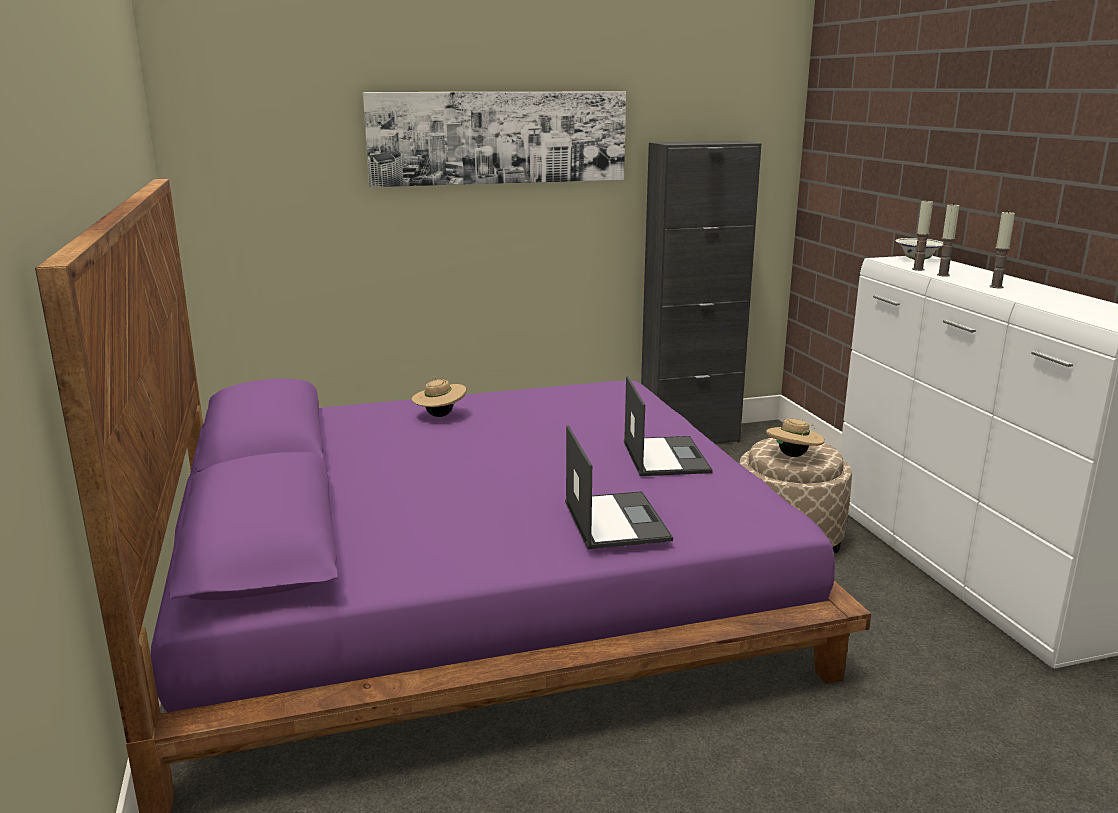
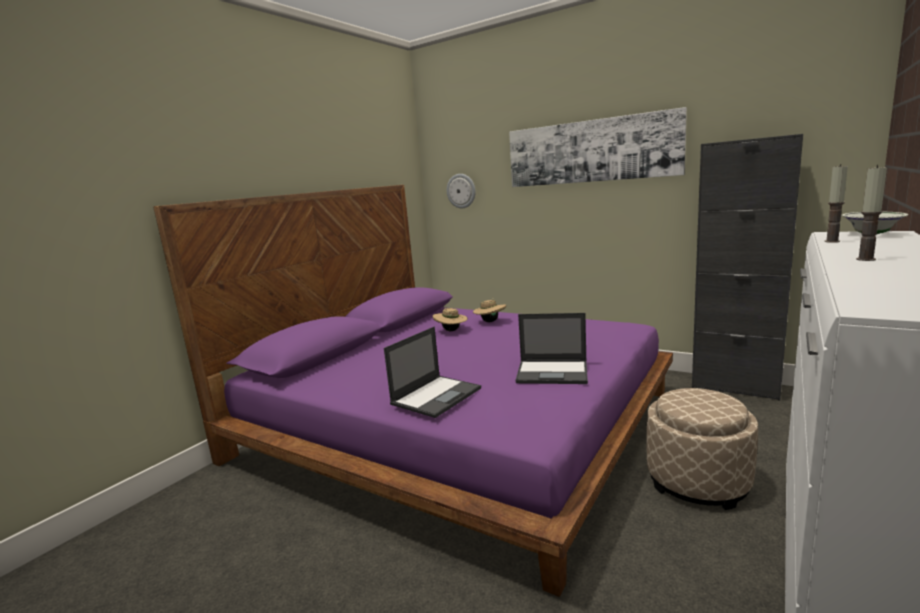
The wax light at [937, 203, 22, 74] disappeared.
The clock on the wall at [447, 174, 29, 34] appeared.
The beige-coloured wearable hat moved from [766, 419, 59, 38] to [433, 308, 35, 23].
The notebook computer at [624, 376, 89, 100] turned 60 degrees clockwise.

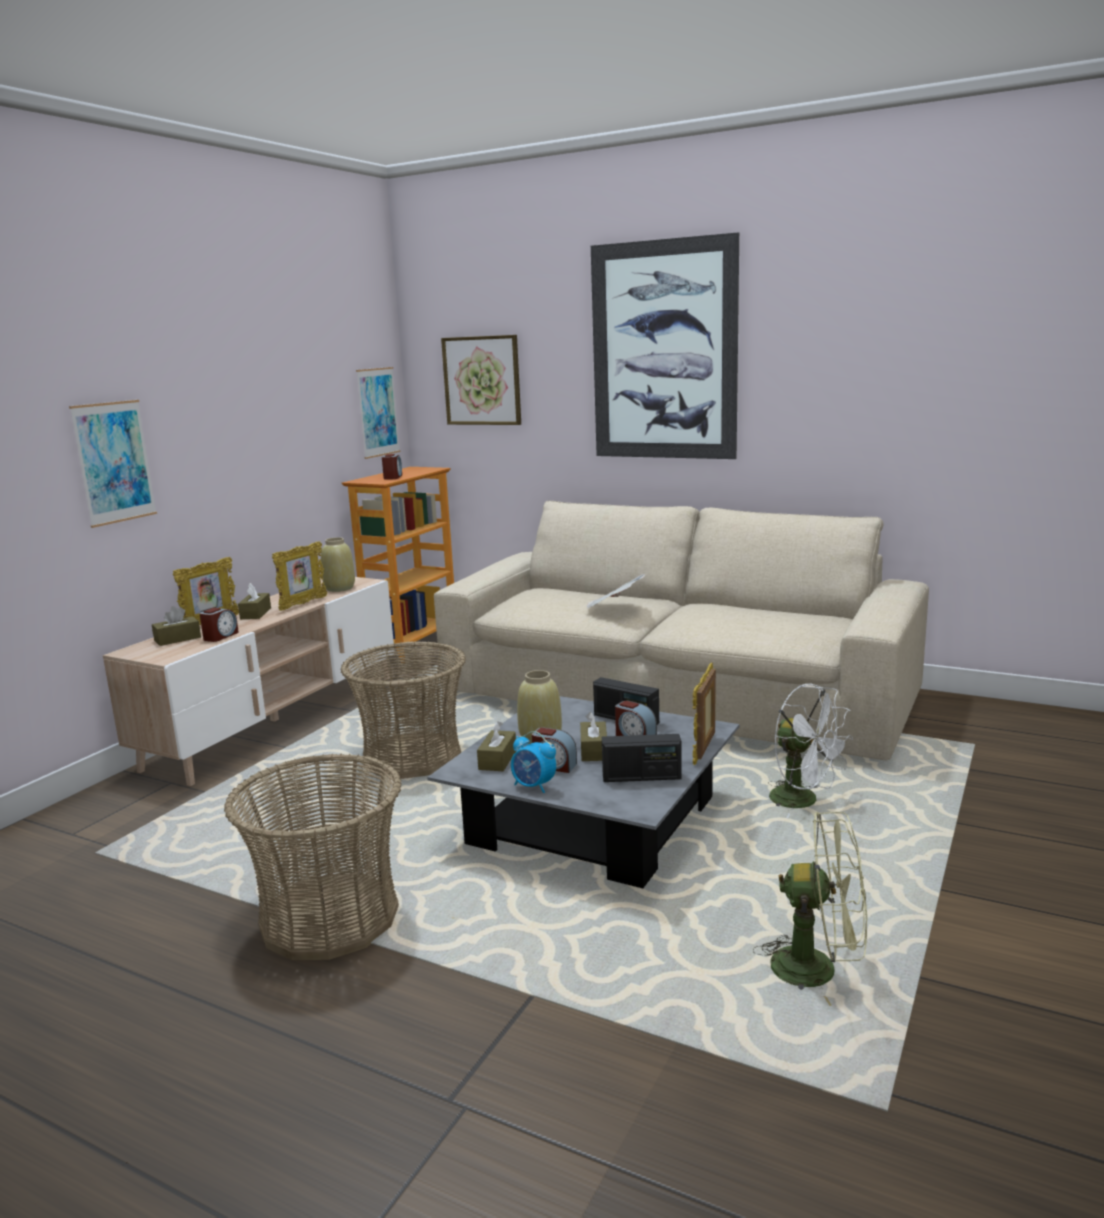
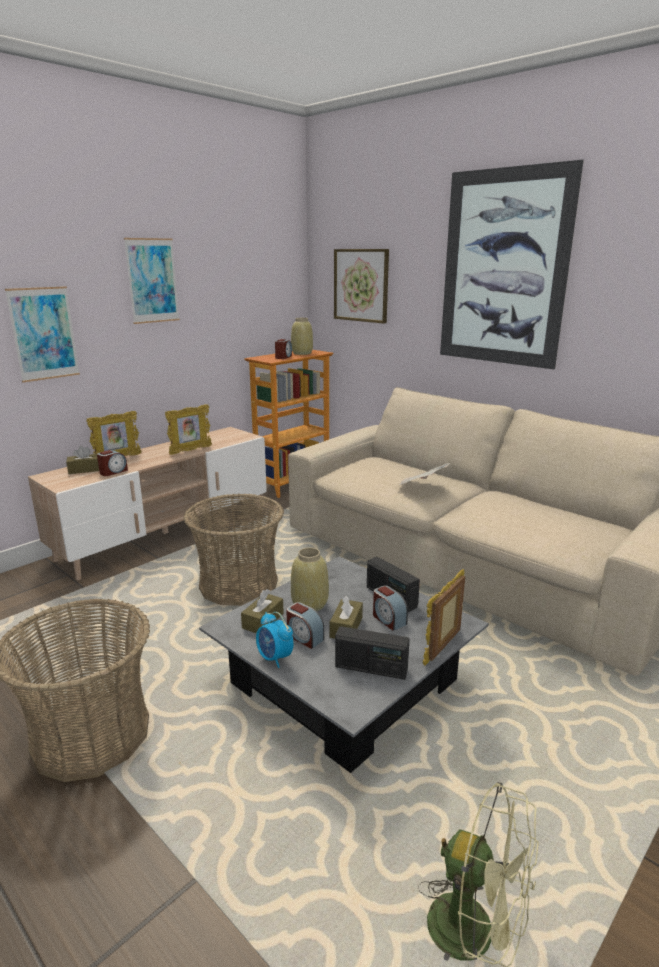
The brown-coloured box of tissues at [238, 583, 33, 36] disappeared.
The white fan at [768, 684, 85, 134] disappeared.
The beige-coloured vase moved from [321, 537, 34, 55] to [291, 318, 22, 37].
The wall art moved from [356, 367, 44, 92] to [124, 238, 56, 86].

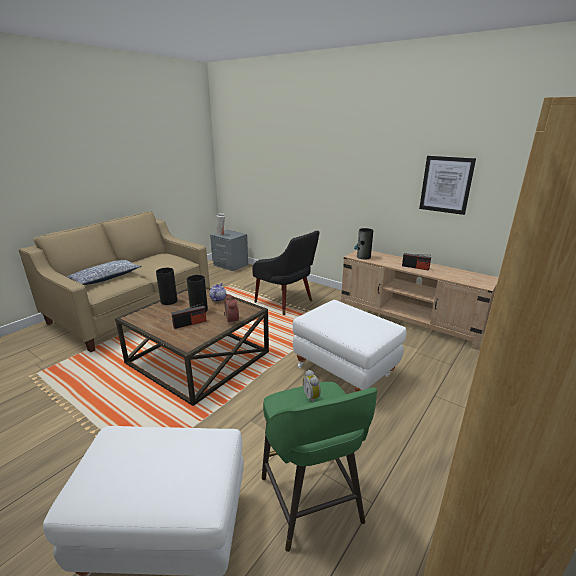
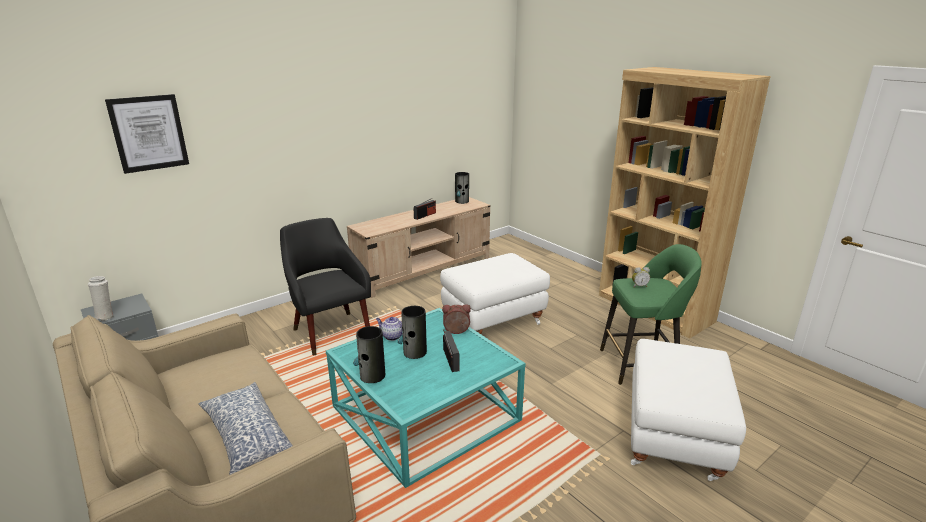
The vase moved from [354, 228, 19, 31] to [455, 172, 14, 32].
The wall art moved from [419, 156, 57, 59] to [105, 94, 84, 80].
The brown-coloured low table at [115, 287, 154, 119] became the turquoise low table at [326, 308, 200, 180].
The blackish armchair at [253, 231, 66, 84] turned 90 degrees counterclockwise.

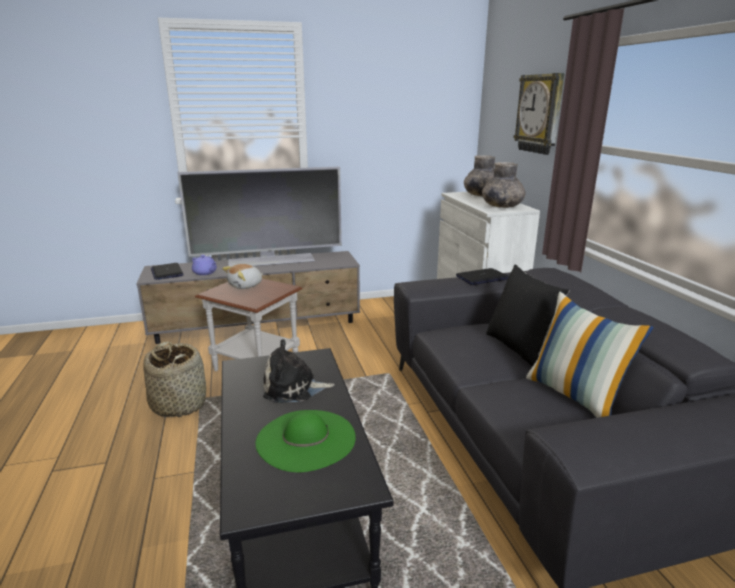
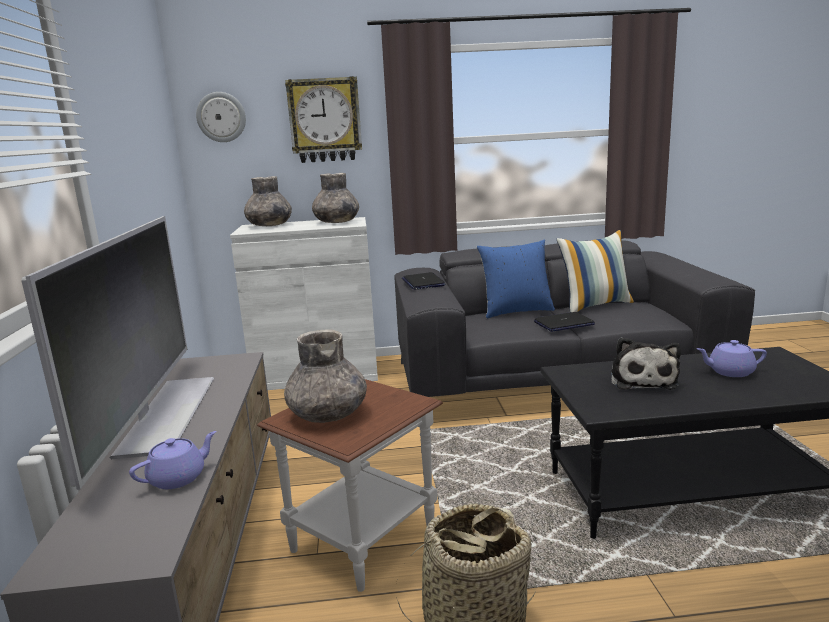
The clock on the wall at [196, 92, 50, 50] appeared.
The notebook computer moved from [151, 263, 33, 17] to [534, 312, 61, 20].
The plush toy at [222, 264, 41, 25] was replaced by the gray vase at [284, 329, 83, 94].
The green-coloured wearable hat at [255, 410, 101, 62] was replaced by the purple teapot at [696, 340, 71, 37].
The blackish pillow at [486, 265, 84, 102] became the blue-coloured pillow at [477, 240, 78, 79].

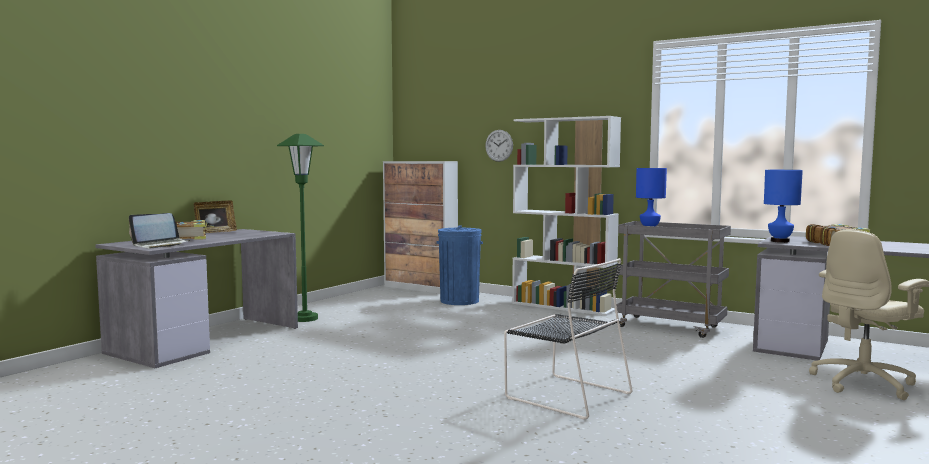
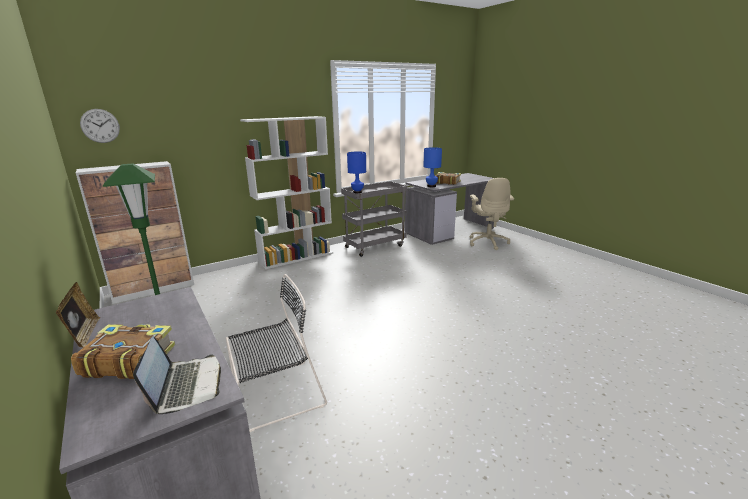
The blue-coloured rubbish bin at [436, 225, 47, 80] disappeared.
The clock on the wall moved from [485, 130, 28, 32] to [80, 109, 40, 34].
The blackish upright chair moved from [504, 258, 129, 162] to [226, 274, 101, 158].

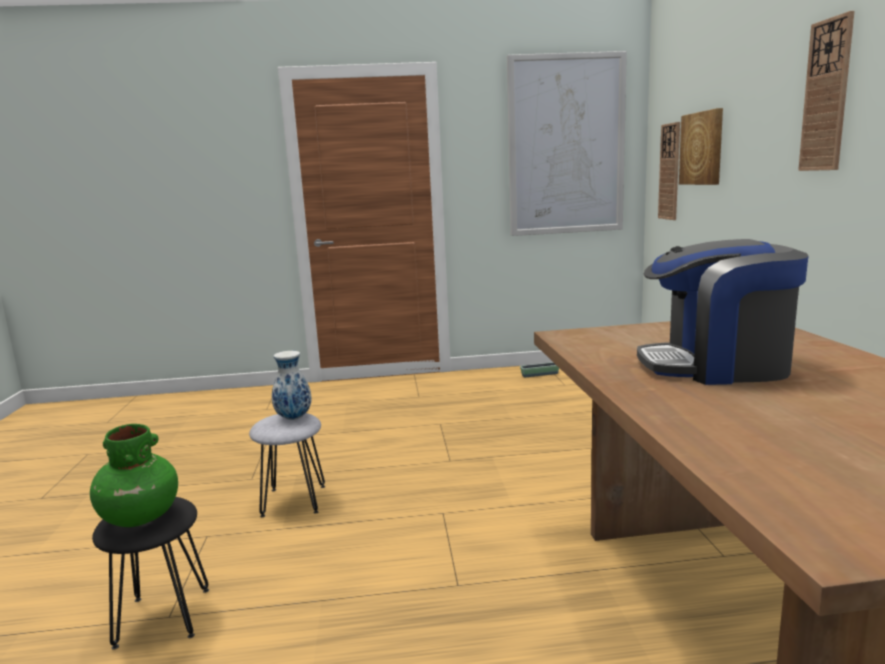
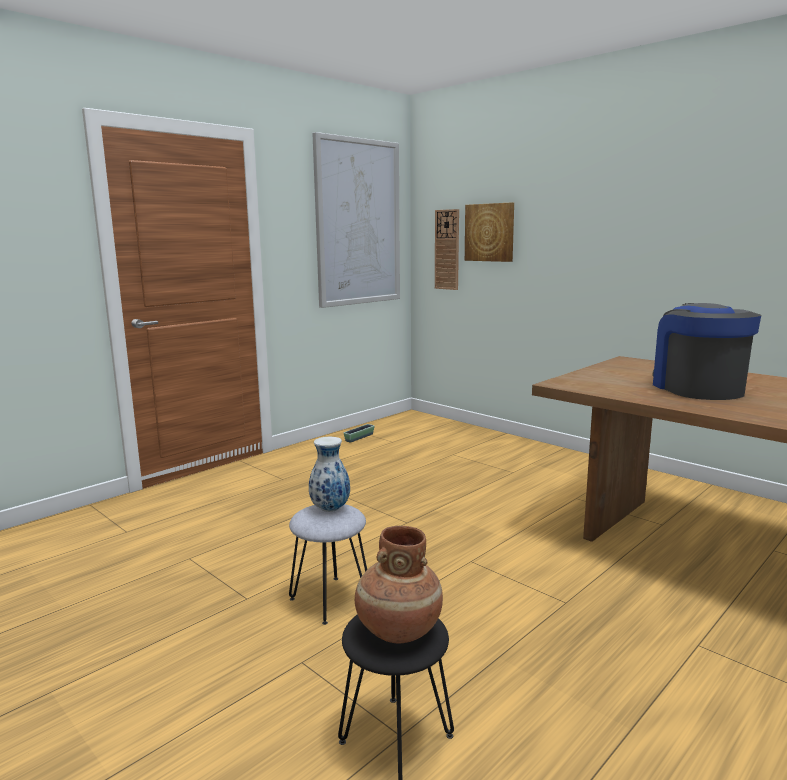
The clock on the wall at [798, 11, 57, 160] disappeared.
The green-coloured vase at [90, 424, 88, 103] became the brown-coloured vase at [355, 526, 88, 117].
The coffee maker at [637, 239, 171, 146] turned 120 degrees clockwise.

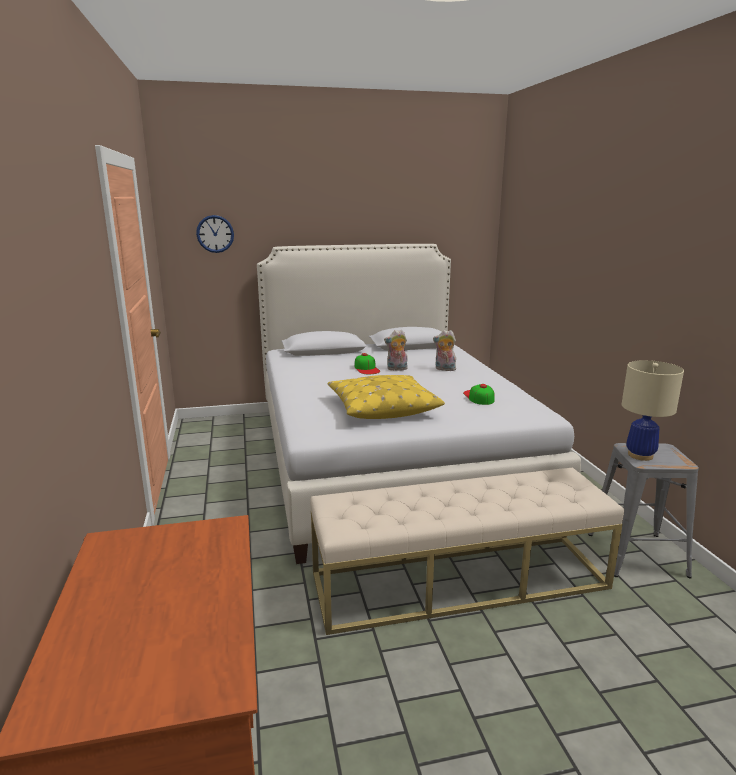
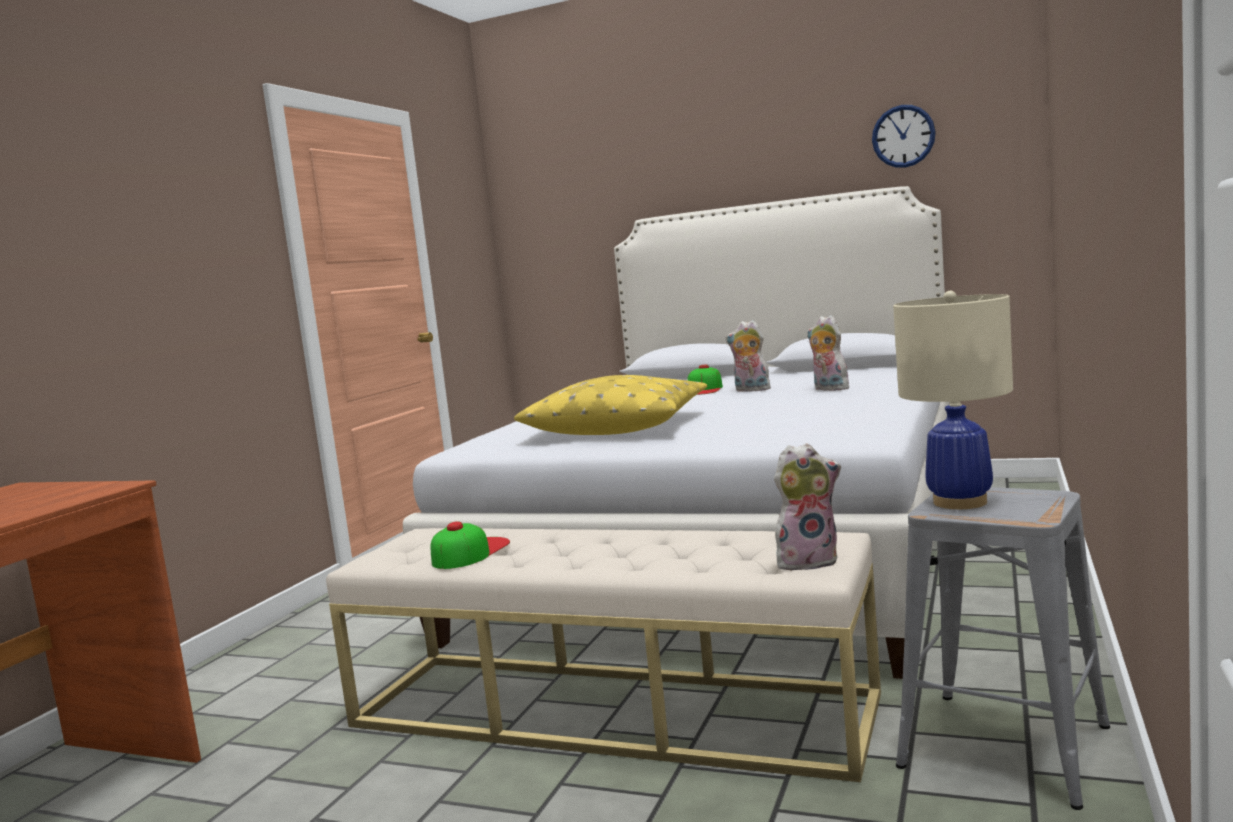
The plush toy at [774, 443, 67, 128] appeared.
The clock on the wall moved from [196, 215, 38, 38] to [872, 105, 64, 63].
The peaked cap moved from [463, 384, 32, 21] to [431, 521, 79, 48].

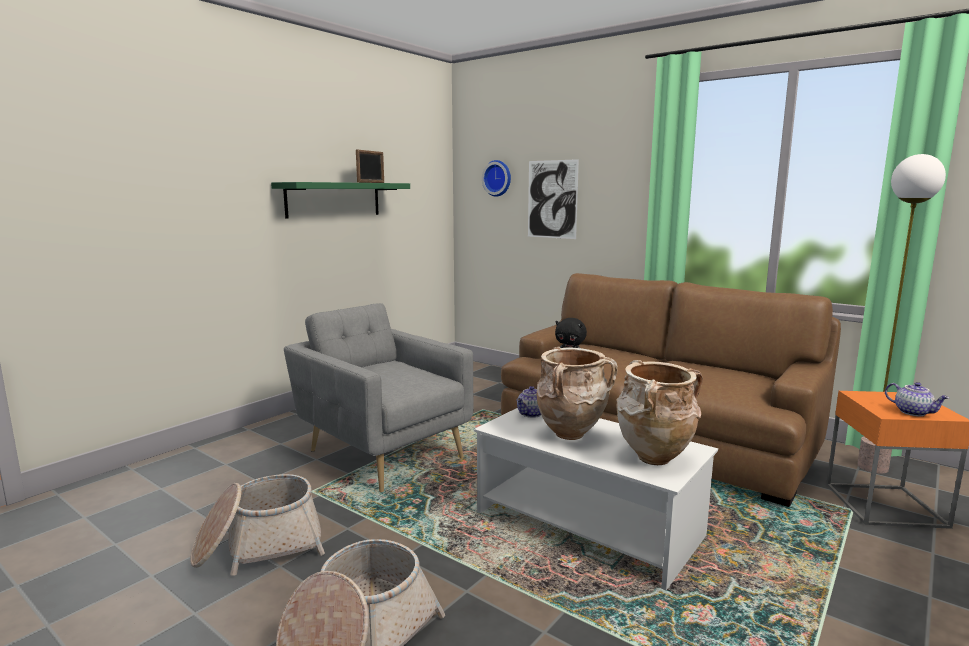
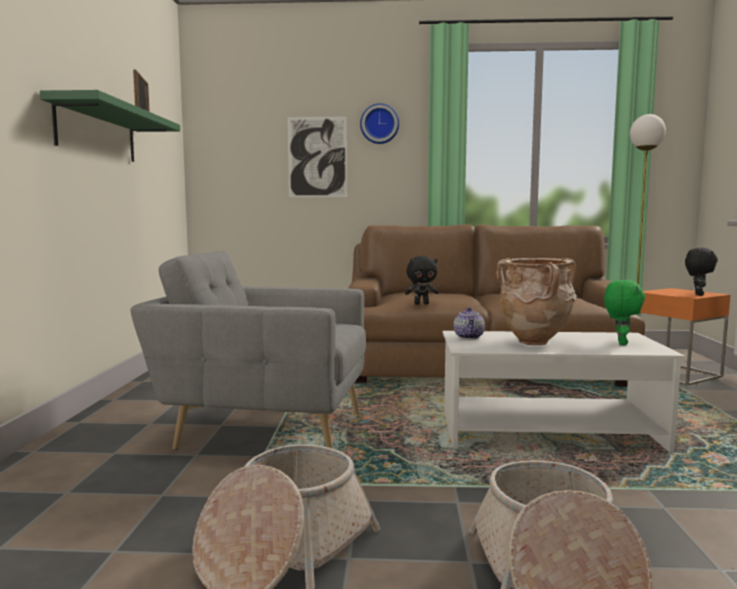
The clock on the wall moved from [482, 160, 29, 37] to [360, 104, 39, 40].
The beige-coloured vase at [616, 360, 87, 105] was replaced by the green-coloured plush toy at [604, 280, 42, 65].
The teapot at [885, 382, 64, 35] was replaced by the blackish plush toy at [685, 248, 33, 48].

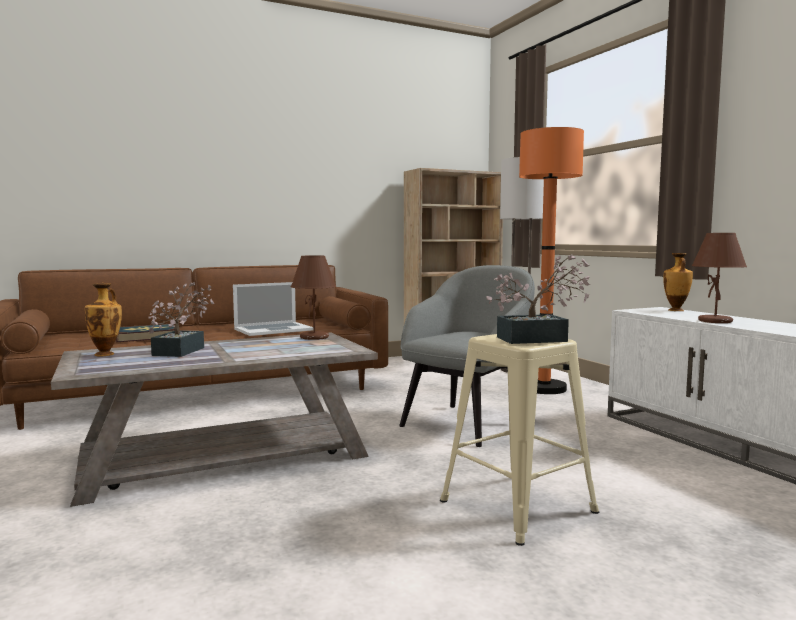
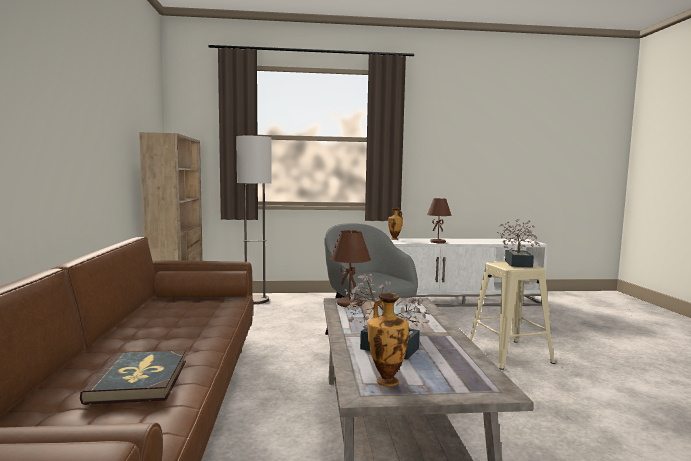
The notebook computer at [233, 282, 80, 54] disappeared.
The orangey floor lamp at [519, 127, 65, 267] disappeared.

